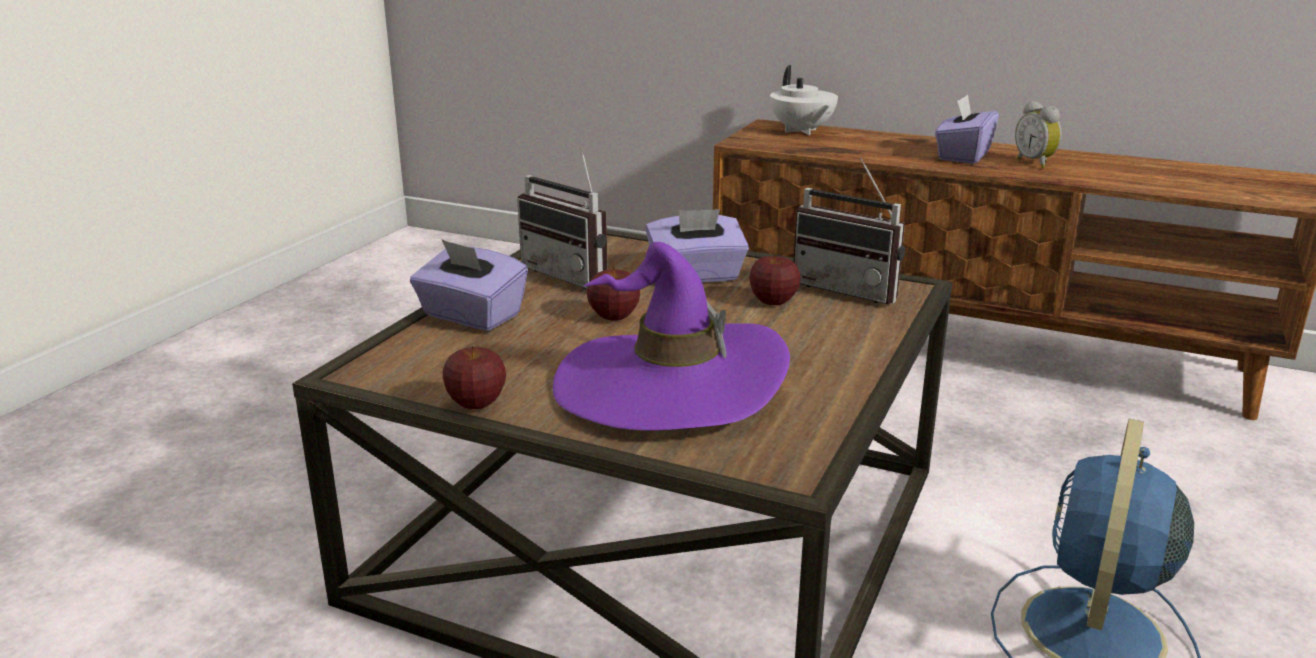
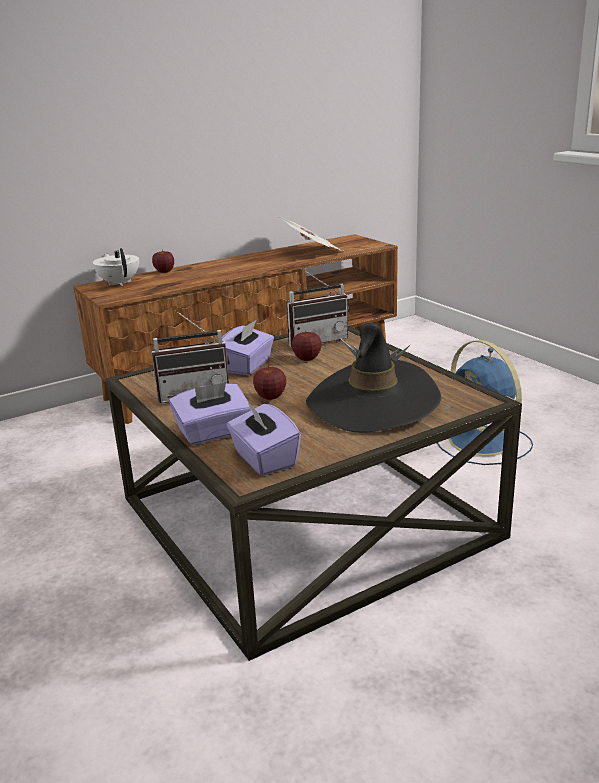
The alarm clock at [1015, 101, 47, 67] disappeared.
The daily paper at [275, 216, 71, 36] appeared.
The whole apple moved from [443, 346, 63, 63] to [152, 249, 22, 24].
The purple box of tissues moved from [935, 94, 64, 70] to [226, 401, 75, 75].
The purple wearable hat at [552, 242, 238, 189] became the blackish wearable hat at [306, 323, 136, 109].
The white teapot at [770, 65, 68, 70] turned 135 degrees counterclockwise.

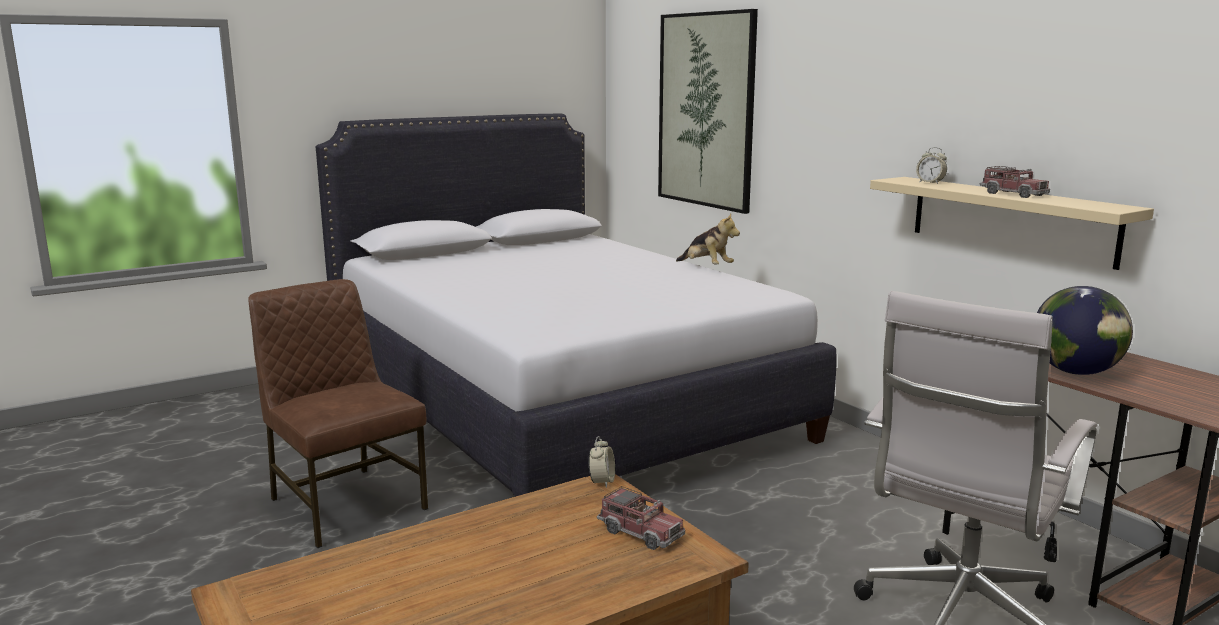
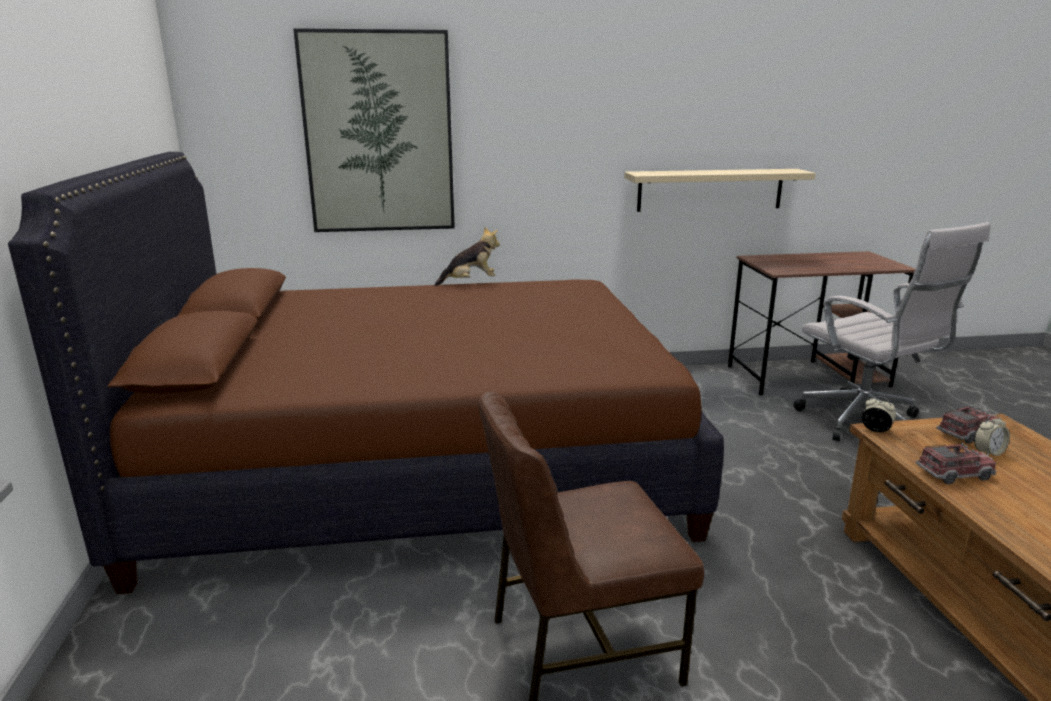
The world globe at [1037, 286, 96, 89] disappeared.
The alarm clock moved from [916, 147, 31, 37] to [974, 414, 36, 42].
The toy lorry moved from [979, 166, 71, 32] to [915, 443, 81, 41].
The white bed at [316, 113, 521, 384] became the brown-coloured bed at [8, 152, 716, 442].

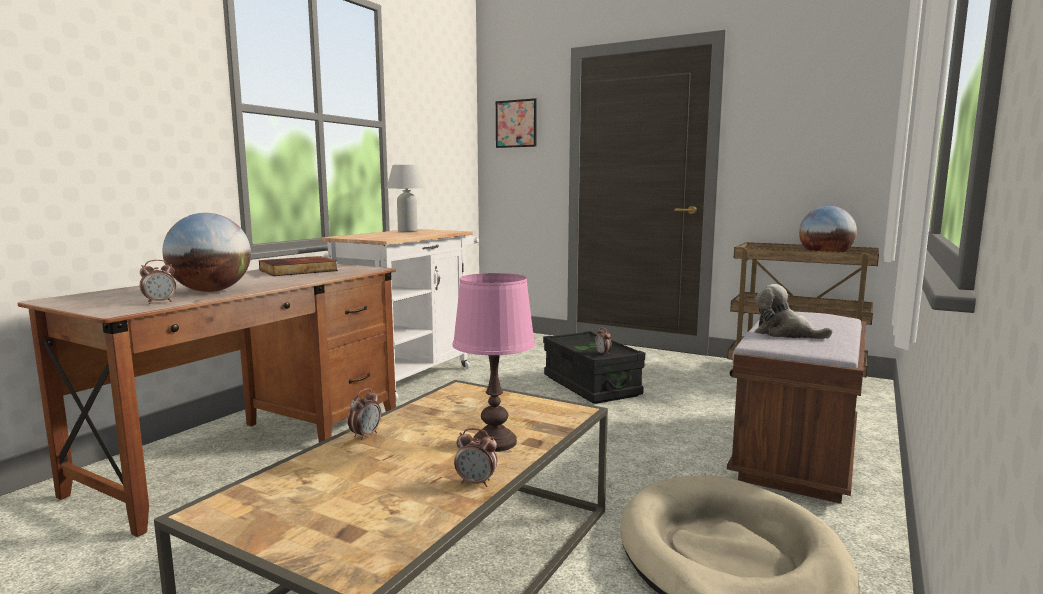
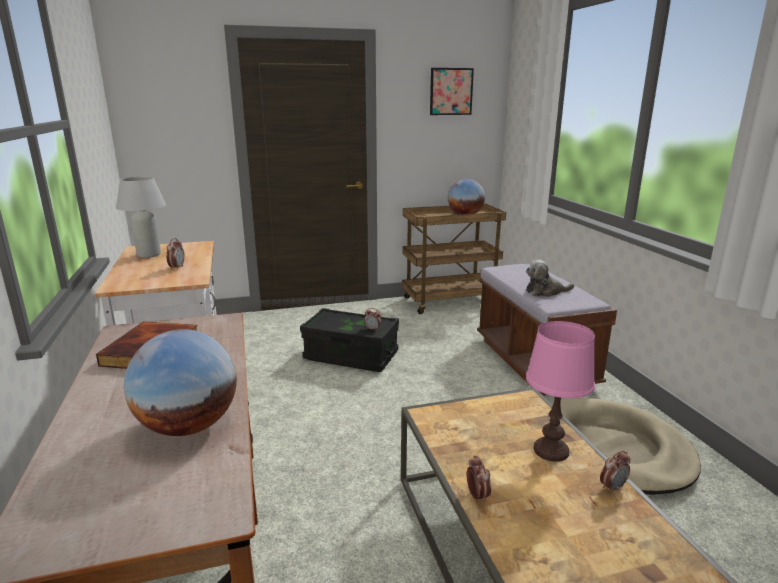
The alarm clock moved from [140, 260, 36, 44] to [166, 238, 19, 32].
The wall art moved from [496, 98, 41, 50] to [430, 68, 44, 47].

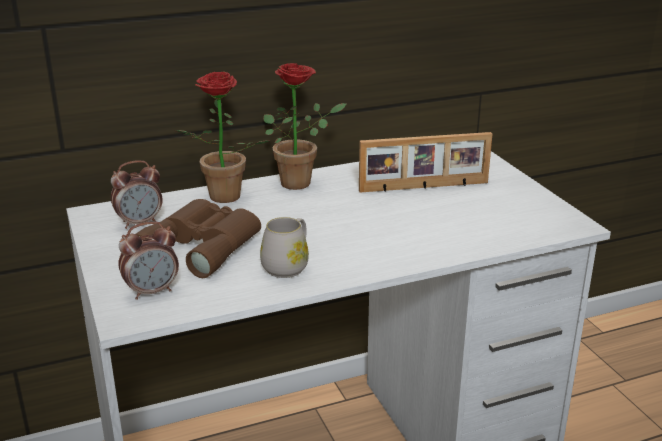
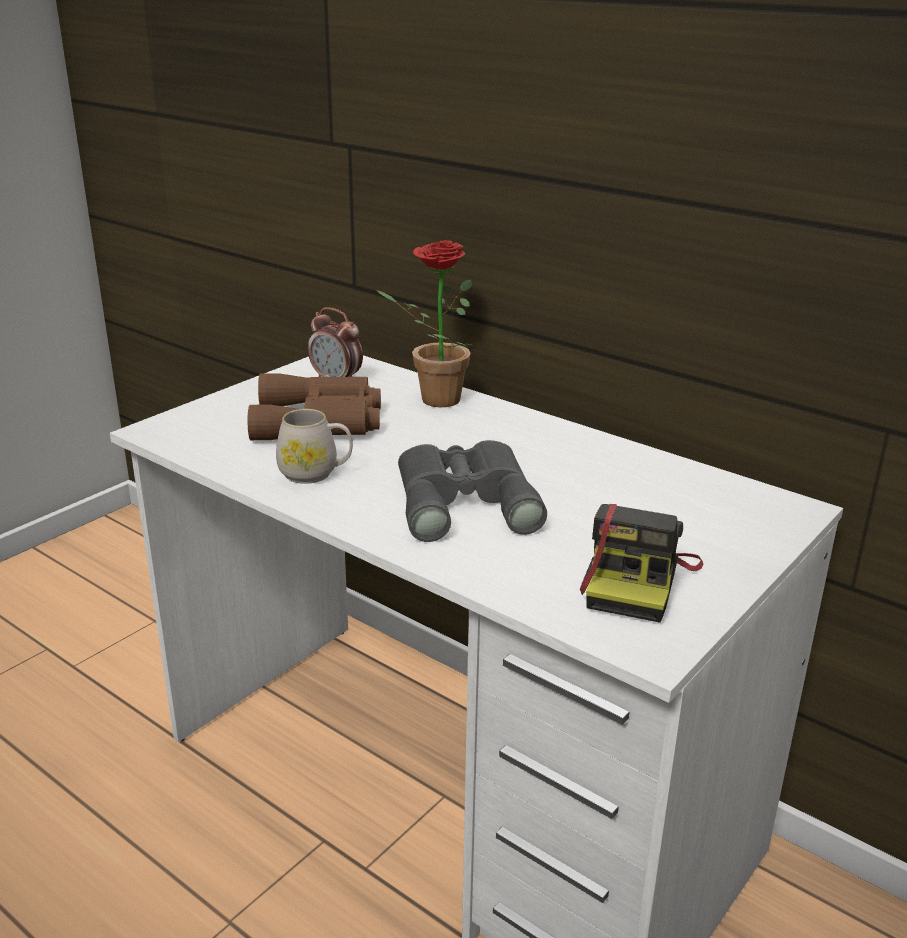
The alarm clock at [118, 222, 61, 78] disappeared.
The plant in a pot at [263, 63, 83, 127] disappeared.
The picture frame at [359, 132, 133, 61] disappeared.
The gray pair of binoculars at [398, 440, 149, 102] appeared.
The still camera at [580, 504, 124, 119] appeared.

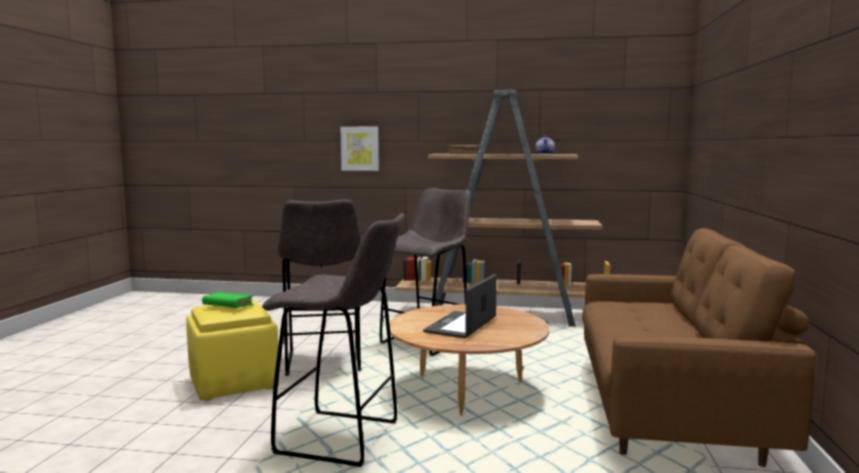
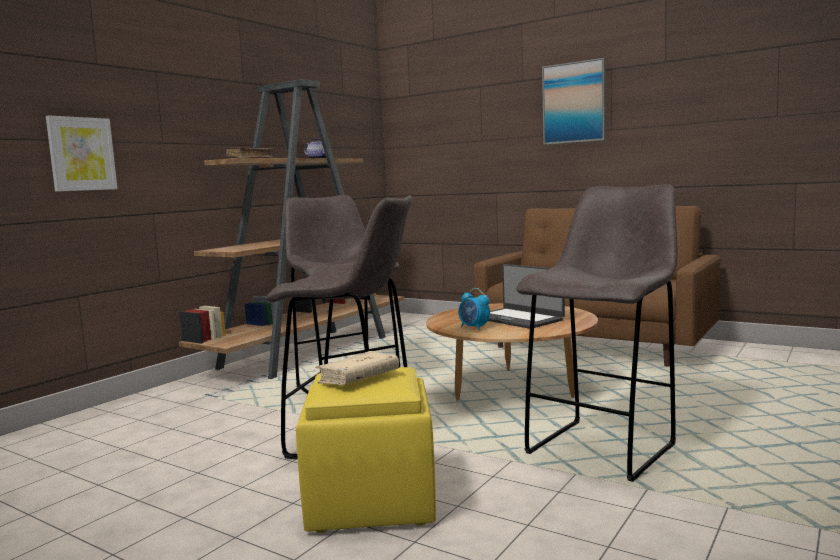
The alarm clock at [458, 288, 32, 42] appeared.
The wall art at [542, 58, 64, 87] appeared.
The green-coloured book at [202, 292, 52, 16] became the beige-coloured book at [315, 351, 84, 34].

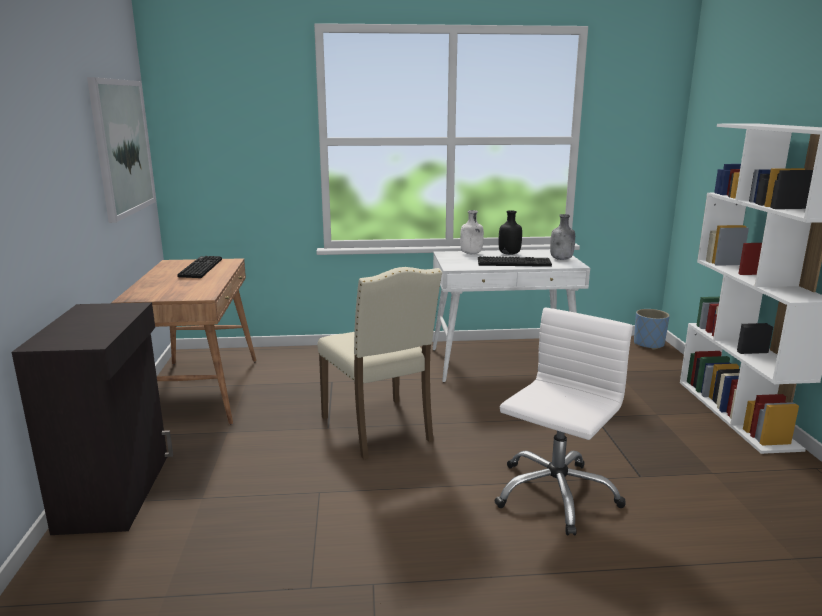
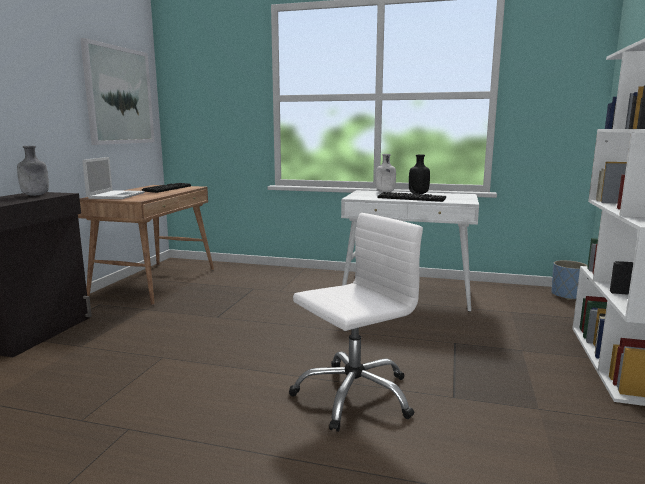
The beige-coloured upright chair at [318, 267, 124, 192] disappeared.
The notebook computer at [82, 157, 63, 42] appeared.
The gray beverage bottle moved from [550, 214, 25, 46] to [17, 146, 32, 50].

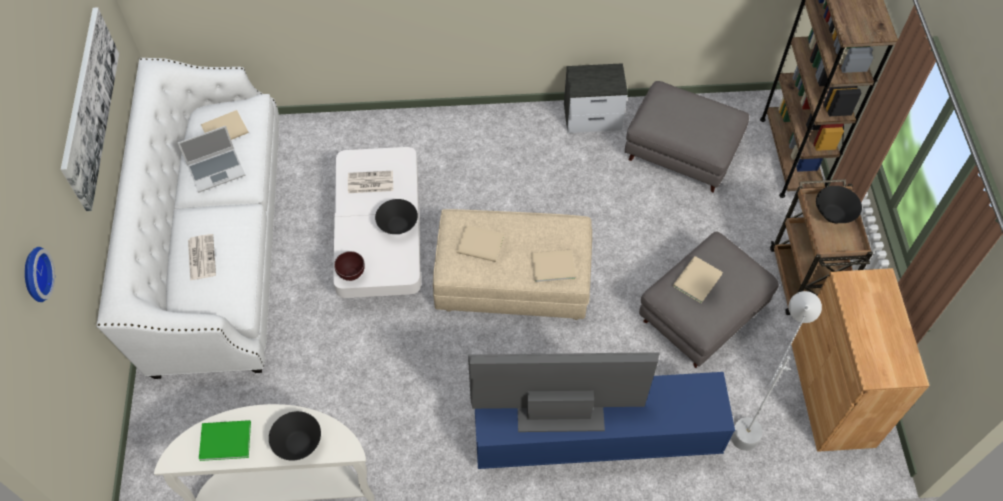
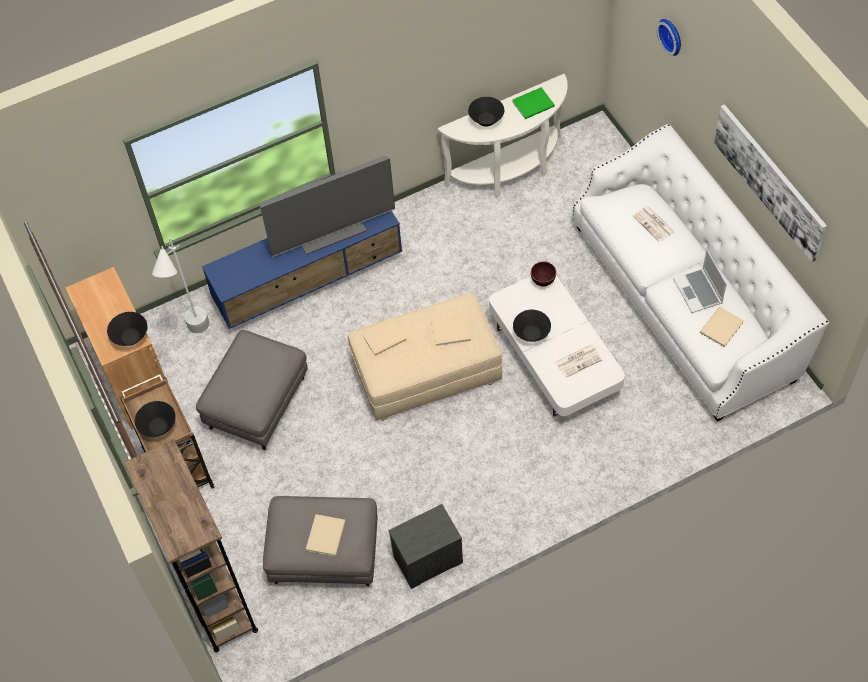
The blackish deep dish at [107, 312, 40, 34] appeared.
The beige-coloured book moved from [673, 256, 50, 47] to [306, 514, 40, 42].
The notebook computer at [178, 126, 67, 67] turned 60 degrees counterclockwise.

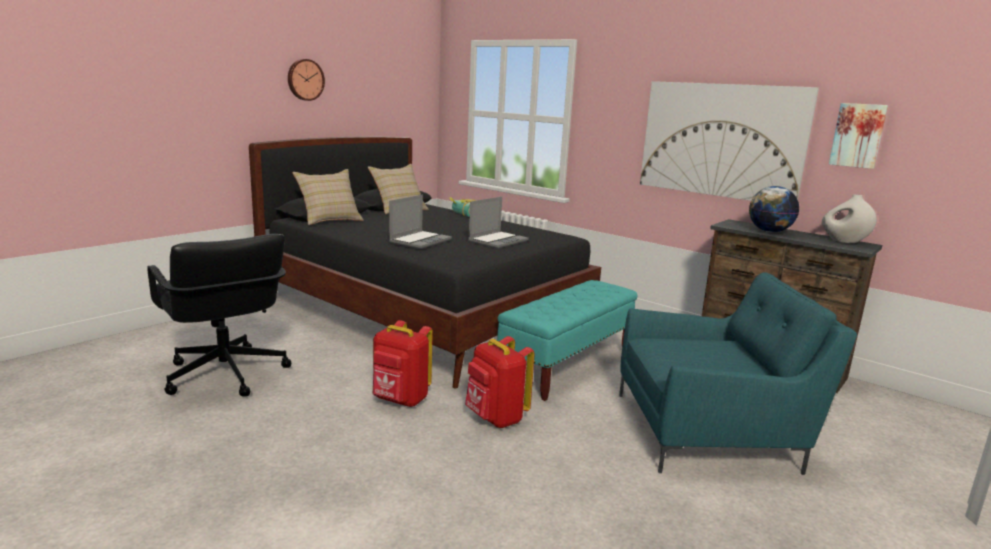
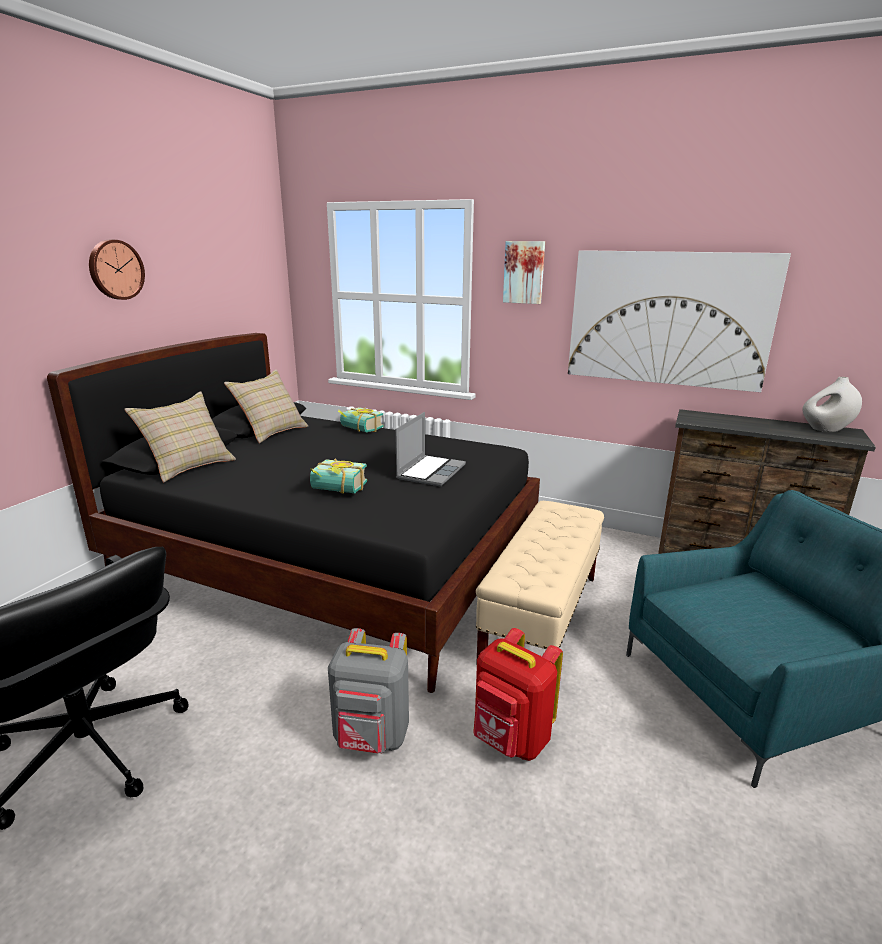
The world globe at [749, 186, 50, 46] disappeared.
The wall art moved from [829, 103, 59, 66] to [503, 241, 42, 63].
The notebook computer at [389, 195, 63, 54] was replaced by the book at [310, 459, 57, 35].
The red backpack at [373, 320, 60, 87] became the gray backpack at [328, 628, 81, 126].
The turquoise long seat at [497, 280, 140, 121] became the beige-coloured long seat at [476, 501, 128, 164].

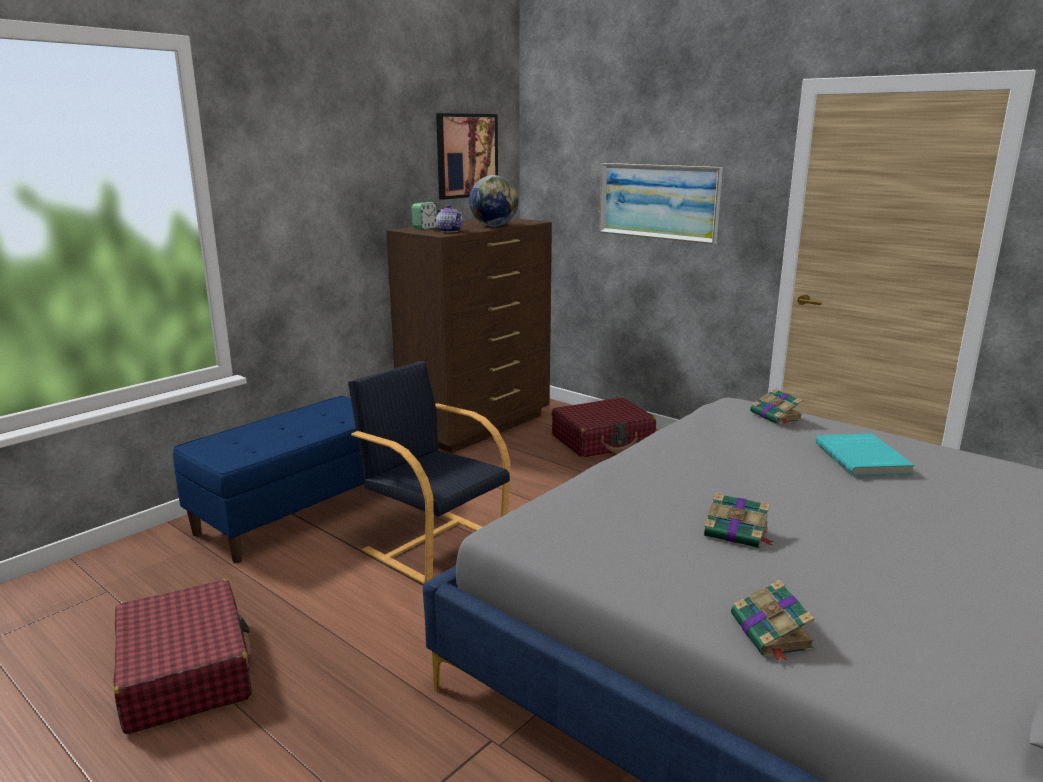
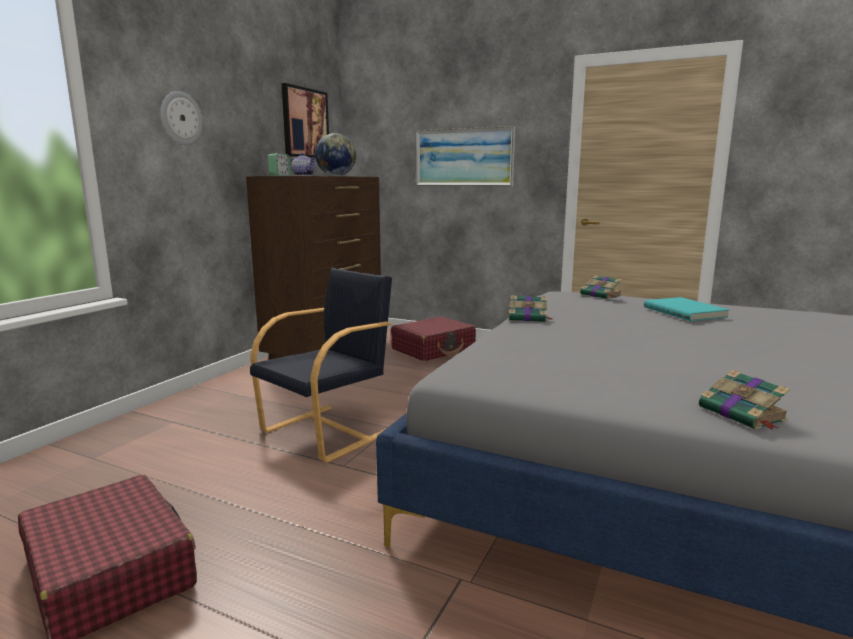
The blue-coloured long seat at [173, 396, 192, 167] disappeared.
The clock on the wall at [160, 91, 43, 54] appeared.
The book moved from [704, 493, 70, 55] to [509, 295, 45, 27].
The blackish armchair at [348, 361, 162, 223] turned 105 degrees clockwise.

